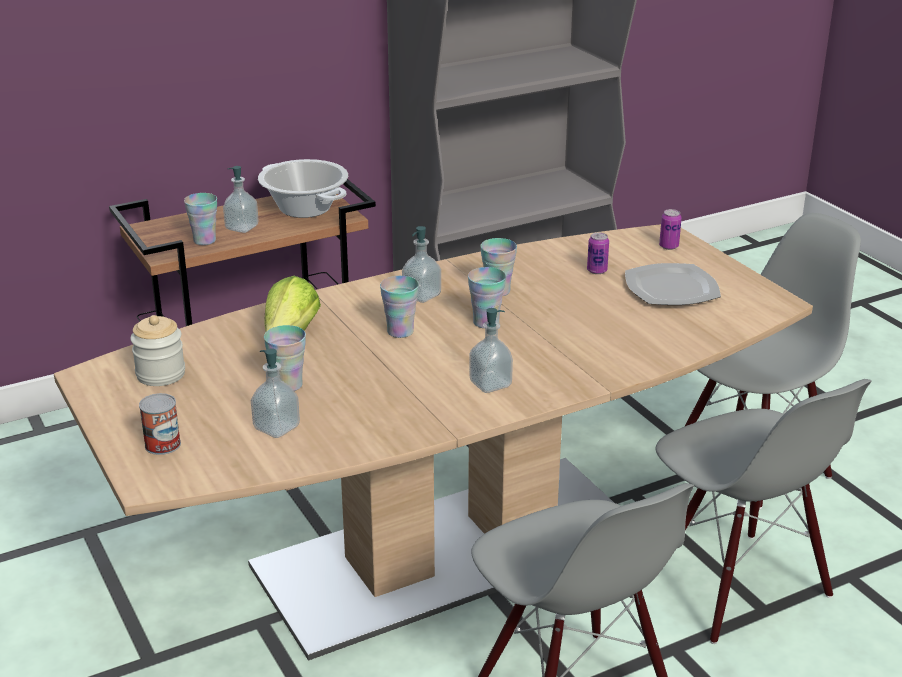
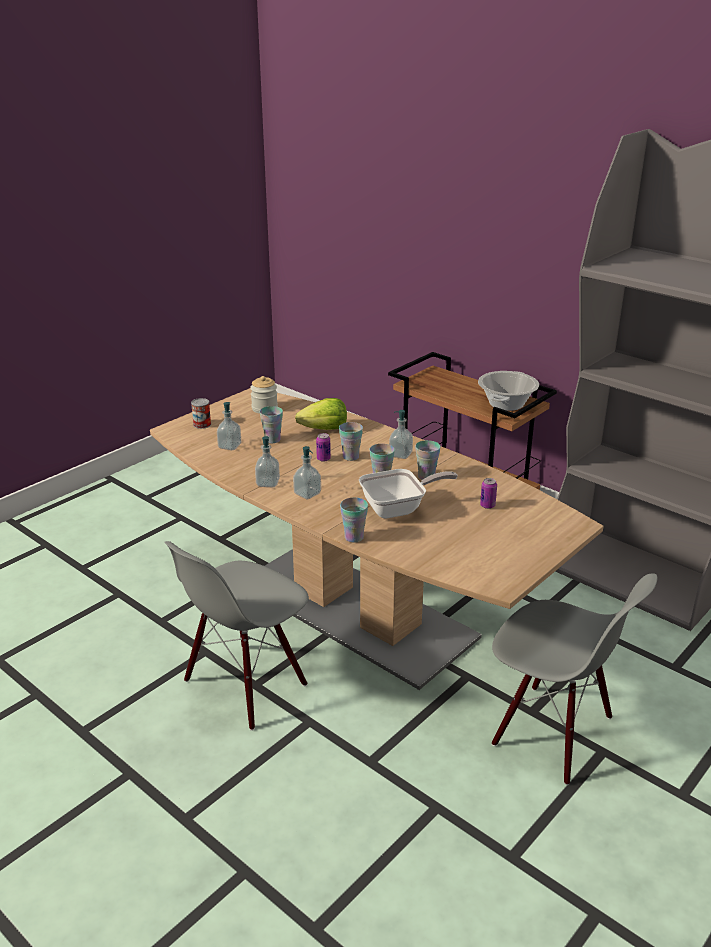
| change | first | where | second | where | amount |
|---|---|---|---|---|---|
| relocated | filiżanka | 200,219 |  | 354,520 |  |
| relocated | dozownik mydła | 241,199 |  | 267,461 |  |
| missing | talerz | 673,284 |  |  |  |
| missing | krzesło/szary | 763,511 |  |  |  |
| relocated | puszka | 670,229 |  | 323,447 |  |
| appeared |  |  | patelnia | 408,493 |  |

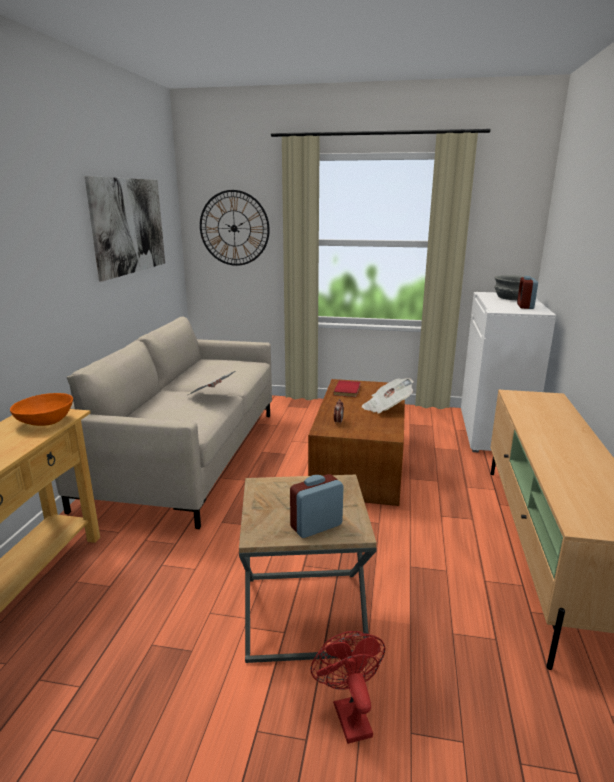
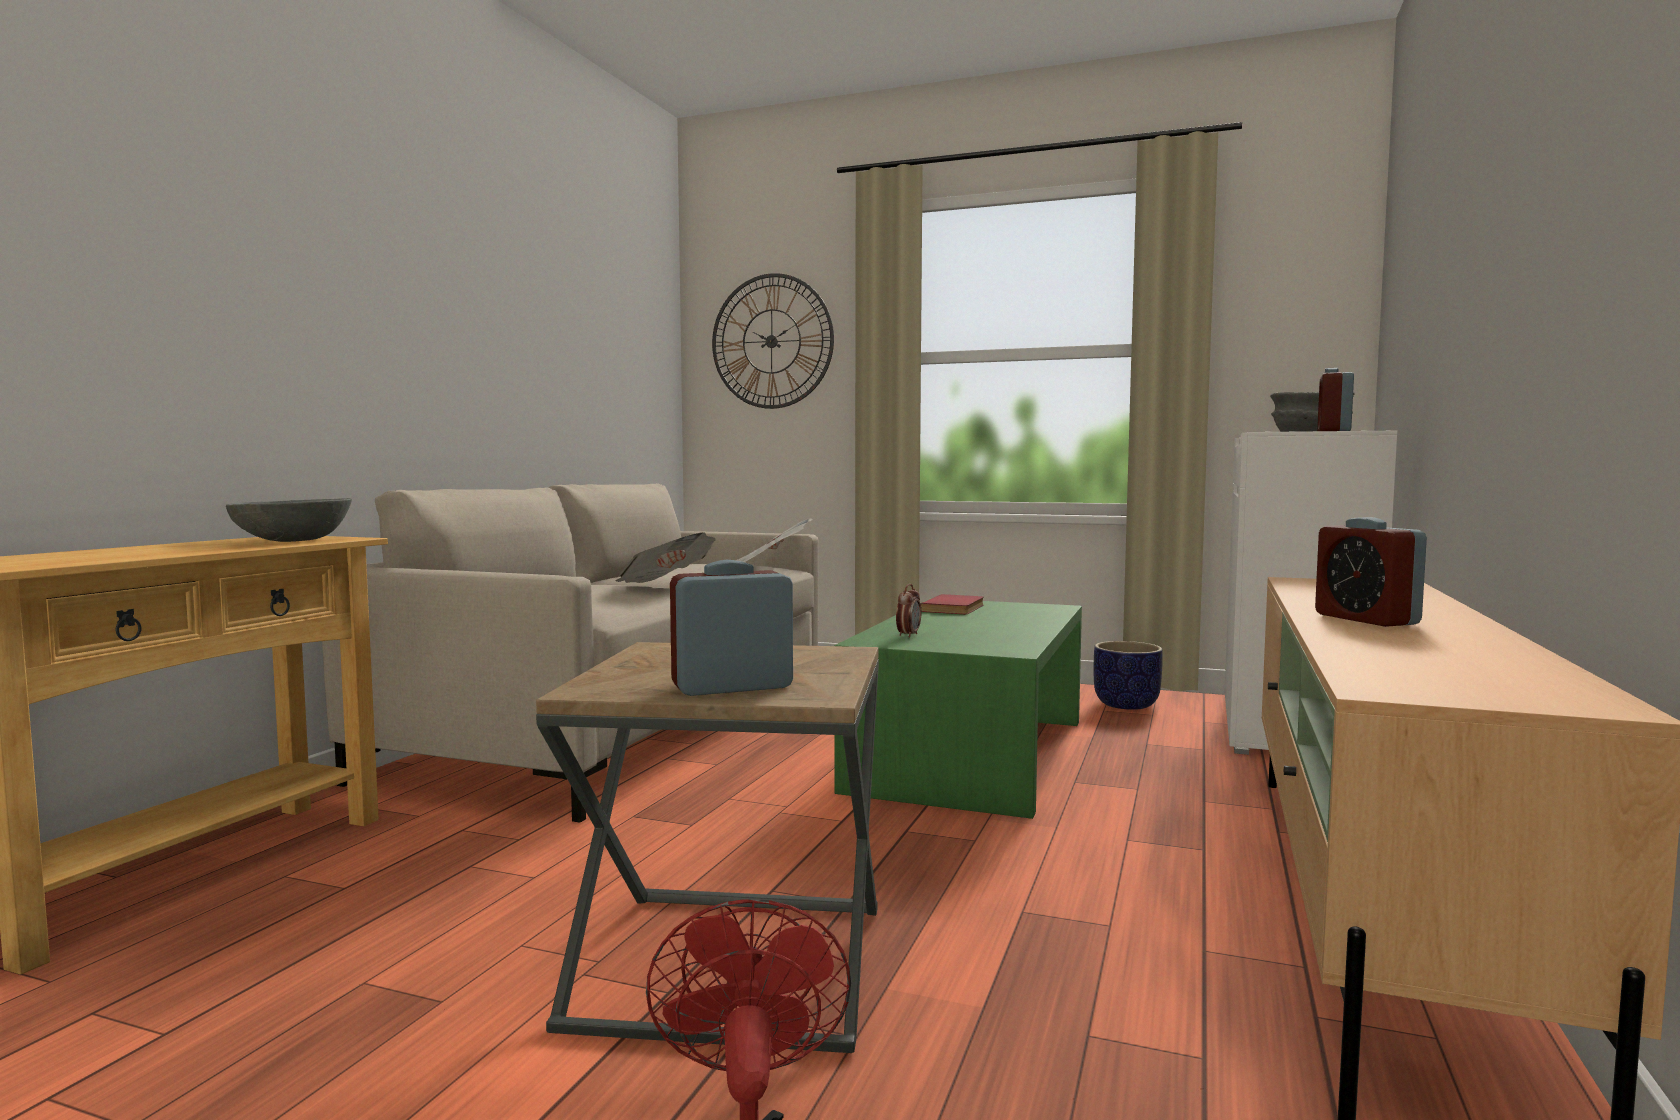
| change | first | where | second | where | amount |
|---|---|---|---|---|---|
| colour | miska/pomarańczowy | 41,409 | miska/szary | 289,520 |  |
| missing | obraz | 125,228 |  |  |  |
| colour | ława/brązowy | 356,442 | ława/zielony | 958,708 |  |
| relocated | gazeta | 388,396 |  | 774,540 |  |
| appeared |  |  | donica | 1128,675 |  |
| appeared |  |  | budzik | 1371,572 |  |

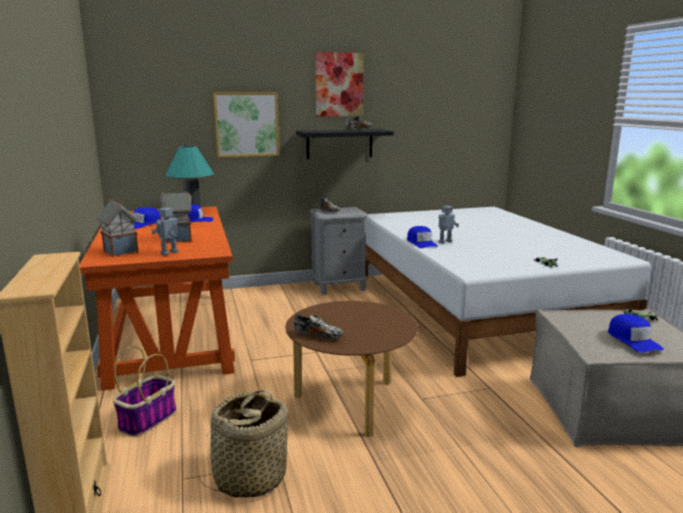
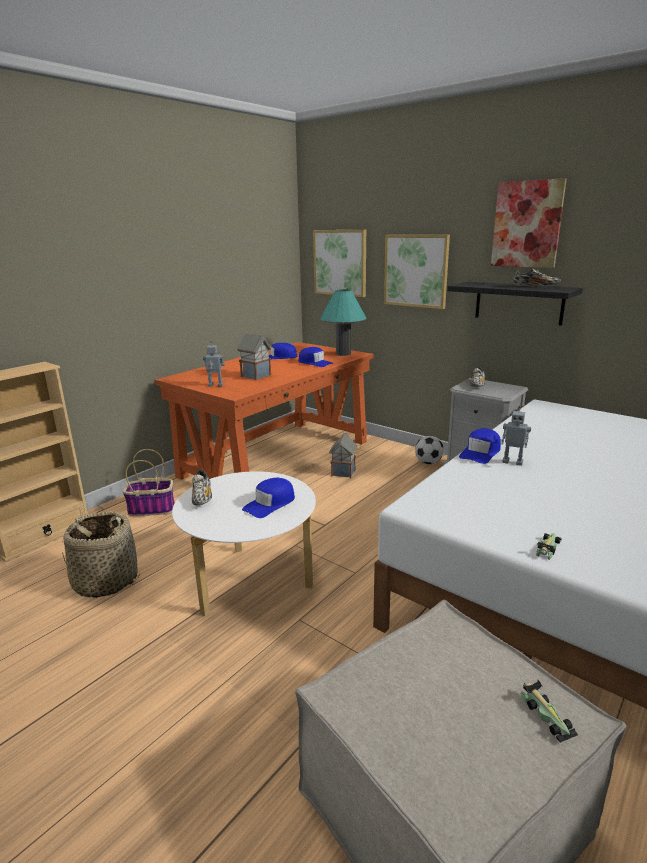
| change | first | where | second | where | amount |
|---|---|---|---|---|---|
| relocated | domek | 118,228 |  | 343,455 |  |
| colour | ława/brązowy | 351,369 | ława/biały | 244,543 |  |
| relocated | czapka z daszkiem/niebieski | 636,333 |  | 268,498 |  |
| appeared |  |  | obraz | 339,263 |  |
| appeared |  |  | piłka futbolowa | 429,450 |  |

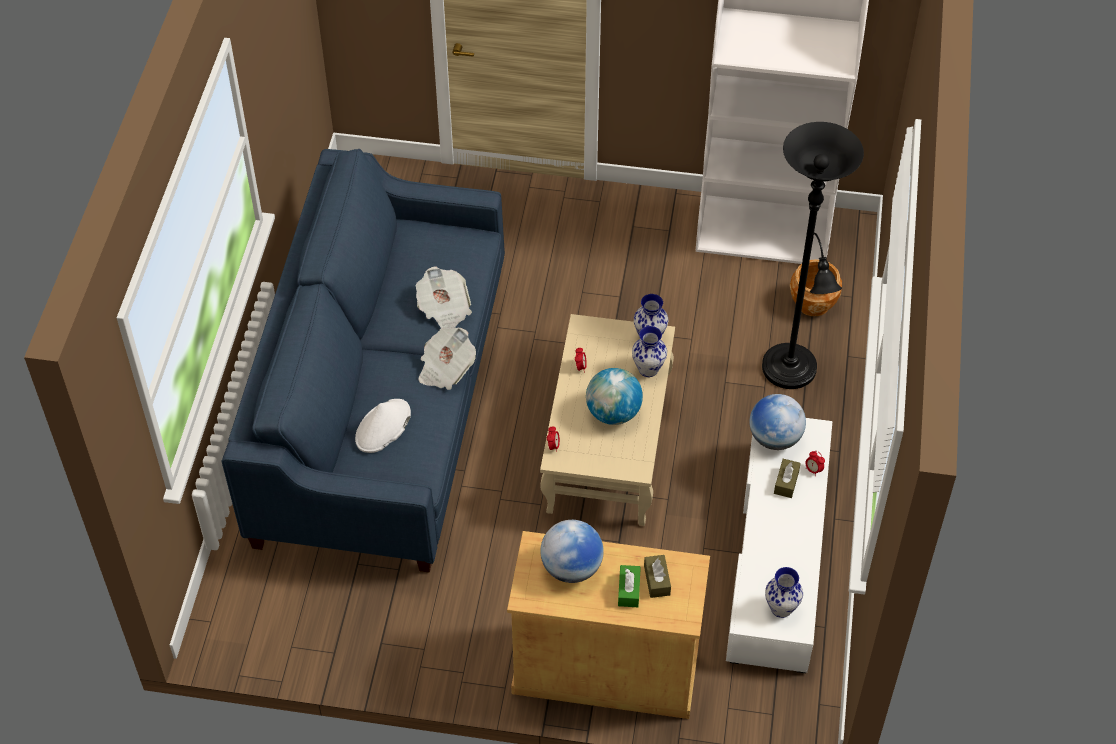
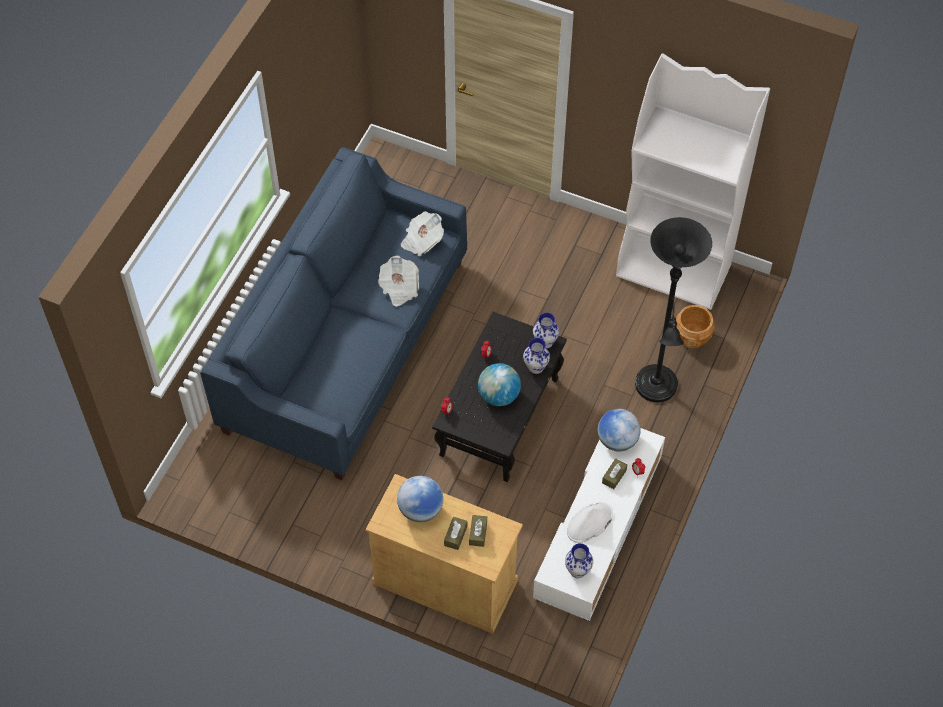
| change | first | where | second | where | amount |
|---|---|---|---|---|---|
| relocated | kapelusz/biały | 383,426 |  | 590,522 |  |
| relocated | gazeta | 447,359 |  | 422,233 |  |
| colour | ława/beżowy | 607,420 | ława/czarny | 499,397 |  |
| colour | pudełko chusteczek/zielony | 629,586 | pudełko chusteczek/brązowy | 455,533 |  |

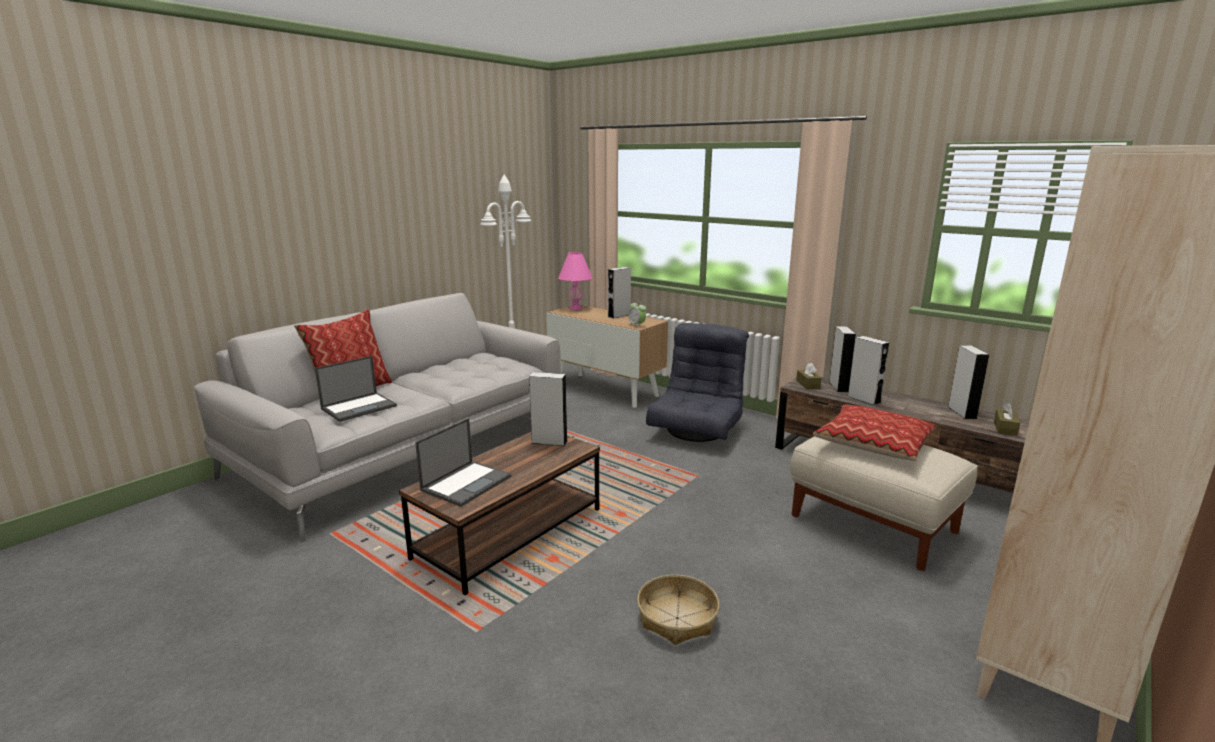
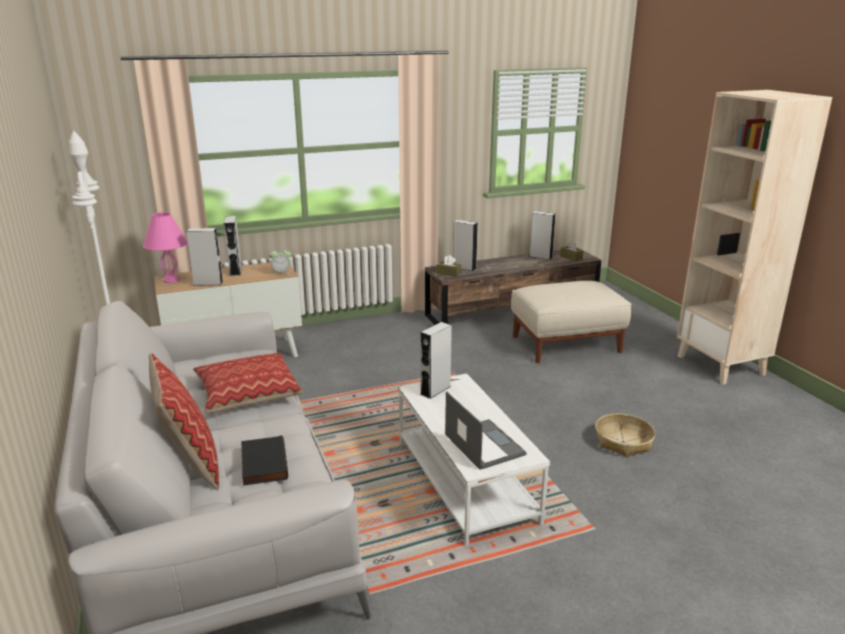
| change | first | where | second | where | amount |
|---|---|---|---|---|---|
| exchanged | laptop | 356,389 | książka/czarny | 264,460 |  |
| colour | ława/brązowy | 499,513 | ława/biały | 474,460 |  |
| missing | fotel/szary | 697,382 |  |  |  |
| relocated | poduszka | 875,432 |  | 248,383 |  |
| relocated | głośnik/szary | 868,371 |  | 204,257 |  |

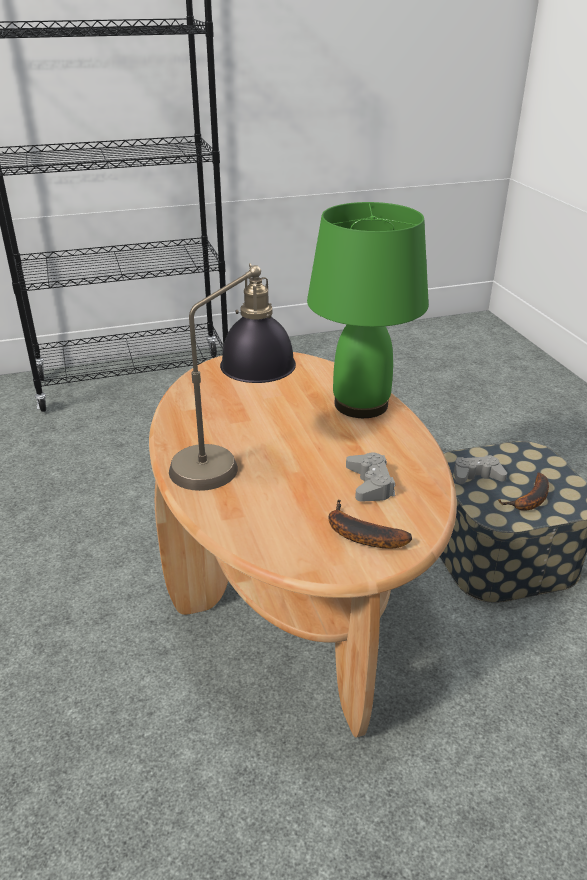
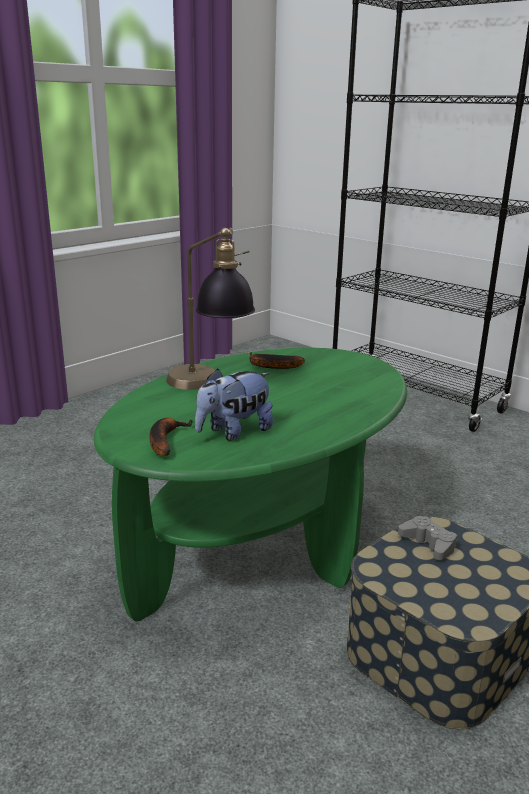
| change | first | where | second | where | amount |
|---|---|---|---|---|---|
| colour | ława/brązowy | 303,545 | ława/zielony | 250,485 |  |
| missing | lampa stołowa/zielony | 368,310 |  |  |  |
| exchanged | pad do gier/szary | 370,477 | pluszak | 234,404 |  |
| relocated | banan | 523,491 |  | 277,360 |  |

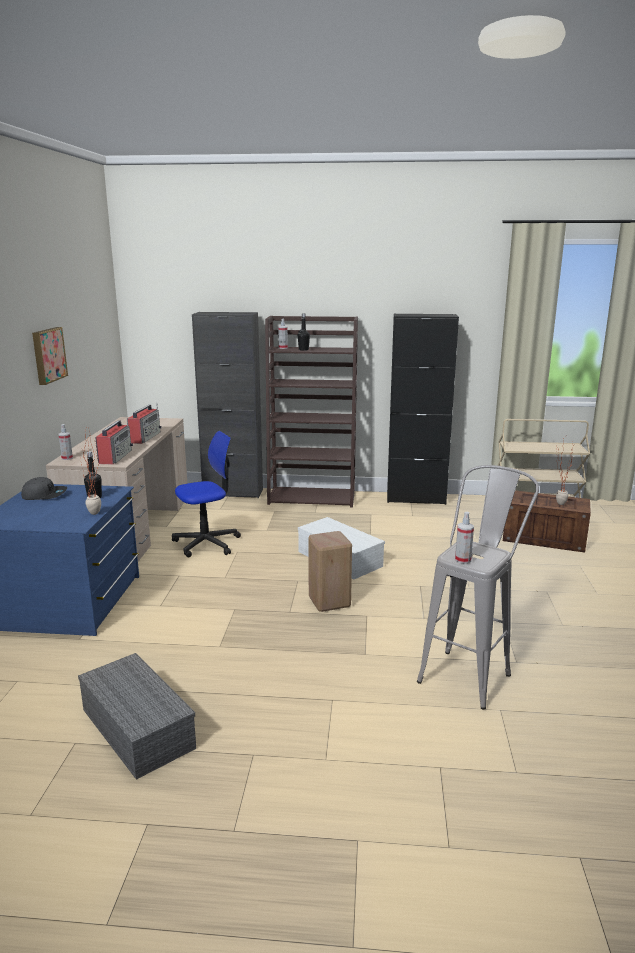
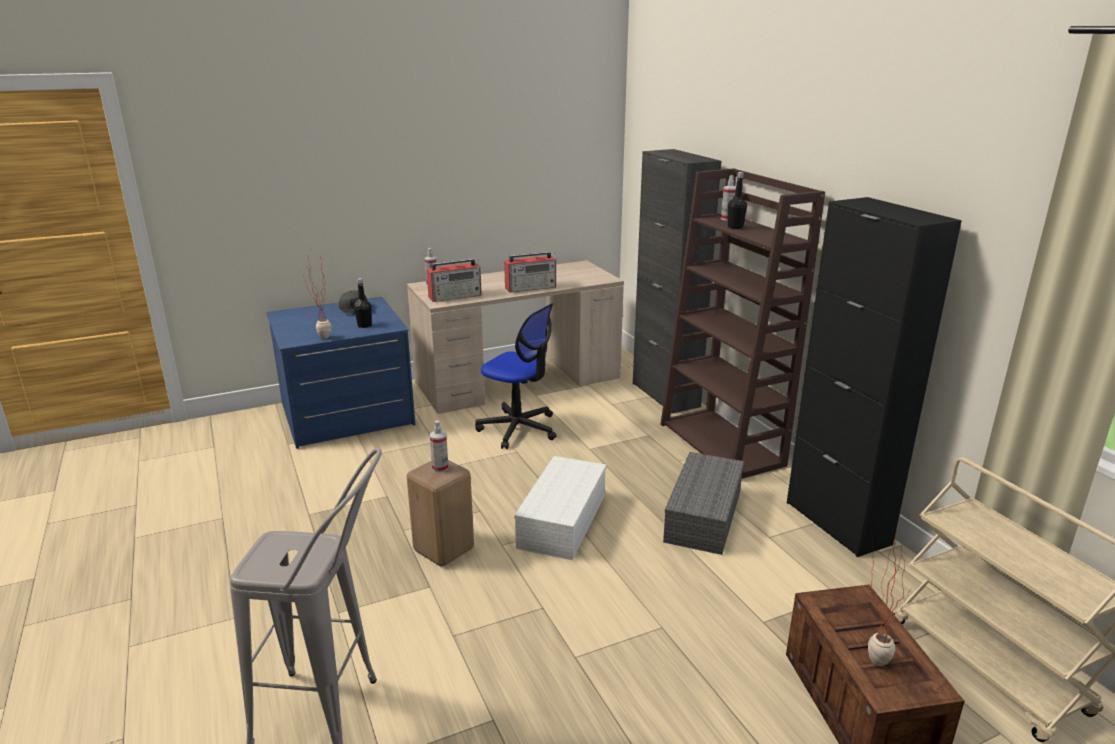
| change | first | where | second | where | amount |
|---|---|---|---|---|---|
| missing | obraz | 50,356 |  |  |  |
| relocated | pojemnik do przechowywania/szary | 137,716 |  | 703,503 |  |
| relocated | spryskiwacz | 464,538 |  | 439,446 |  |

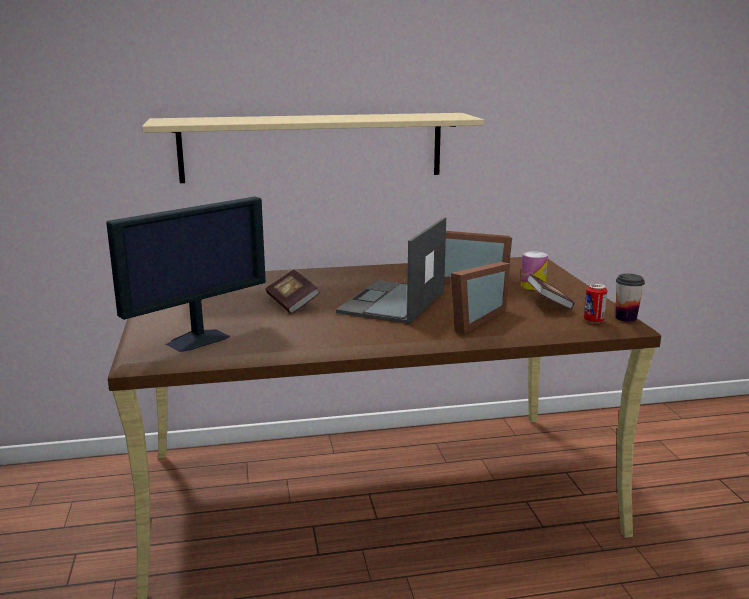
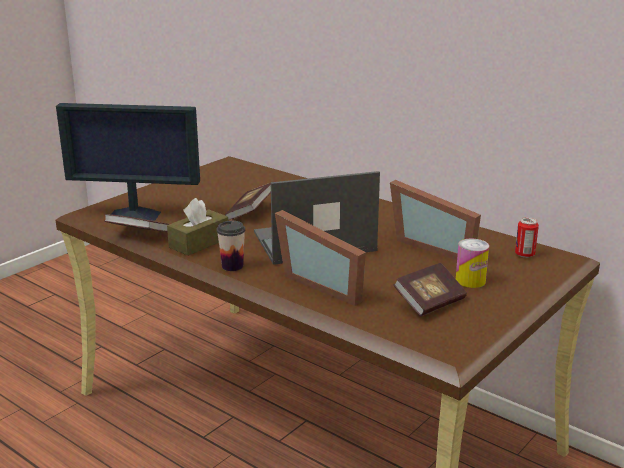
| change | first | where | second | where | amount |
|---|---|---|---|---|---|
| missing | półka/beżowy | 313,148 |  |  |  |
| spun | ramka na zdjęcie | 480,298 |  | 320,258 | 45 degrees clockwise |
| relocated | puszka | 595,303 |  | 527,237 |  |
| relocated | filiżanka | 630,298 |  | 231,246 |  |
| appeared |  |  | książka | 136,223 |  |
| appeared |  |  | pudełko chusteczek/brązowy | 197,227 |  |

